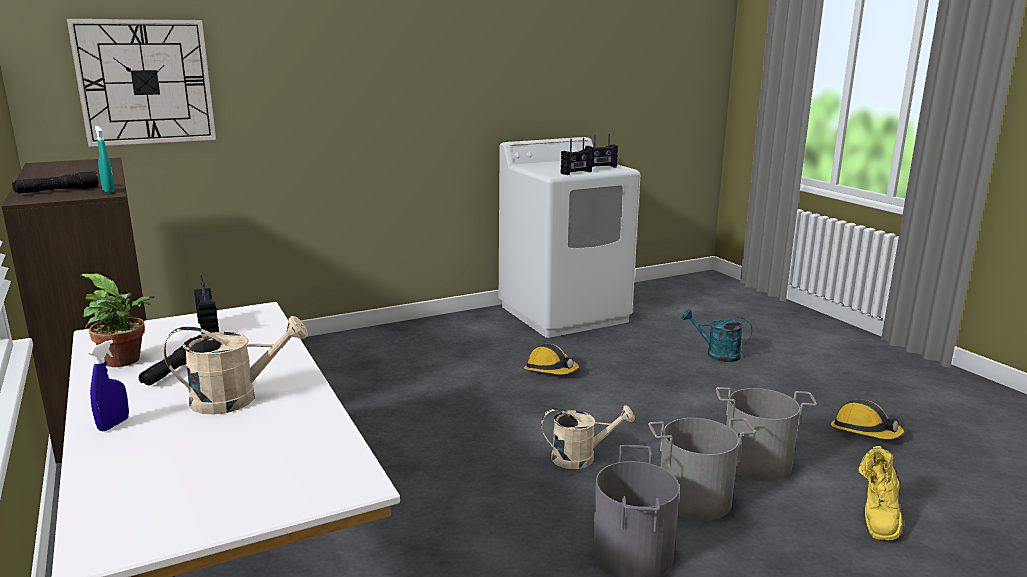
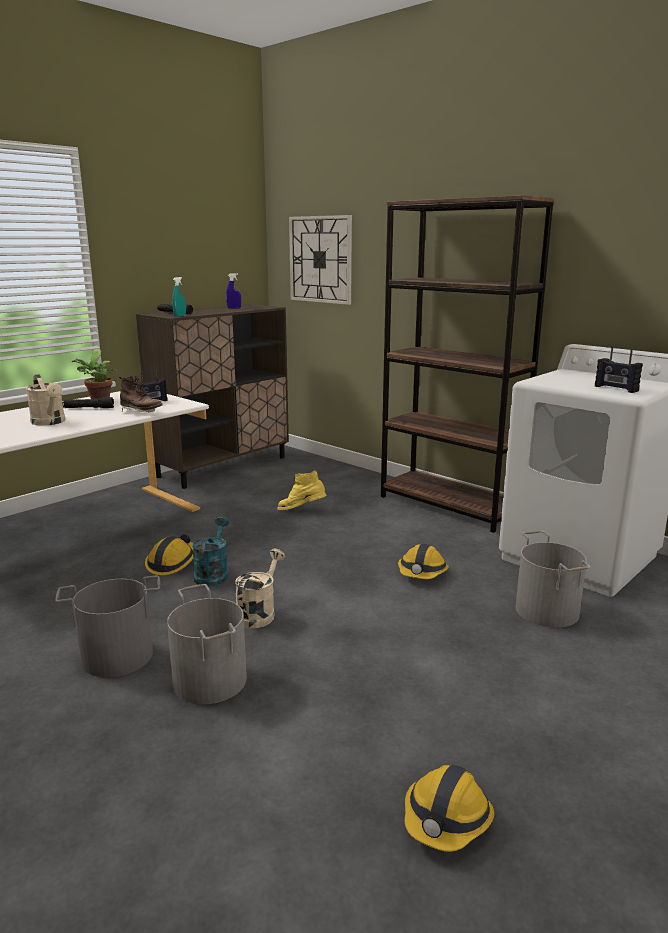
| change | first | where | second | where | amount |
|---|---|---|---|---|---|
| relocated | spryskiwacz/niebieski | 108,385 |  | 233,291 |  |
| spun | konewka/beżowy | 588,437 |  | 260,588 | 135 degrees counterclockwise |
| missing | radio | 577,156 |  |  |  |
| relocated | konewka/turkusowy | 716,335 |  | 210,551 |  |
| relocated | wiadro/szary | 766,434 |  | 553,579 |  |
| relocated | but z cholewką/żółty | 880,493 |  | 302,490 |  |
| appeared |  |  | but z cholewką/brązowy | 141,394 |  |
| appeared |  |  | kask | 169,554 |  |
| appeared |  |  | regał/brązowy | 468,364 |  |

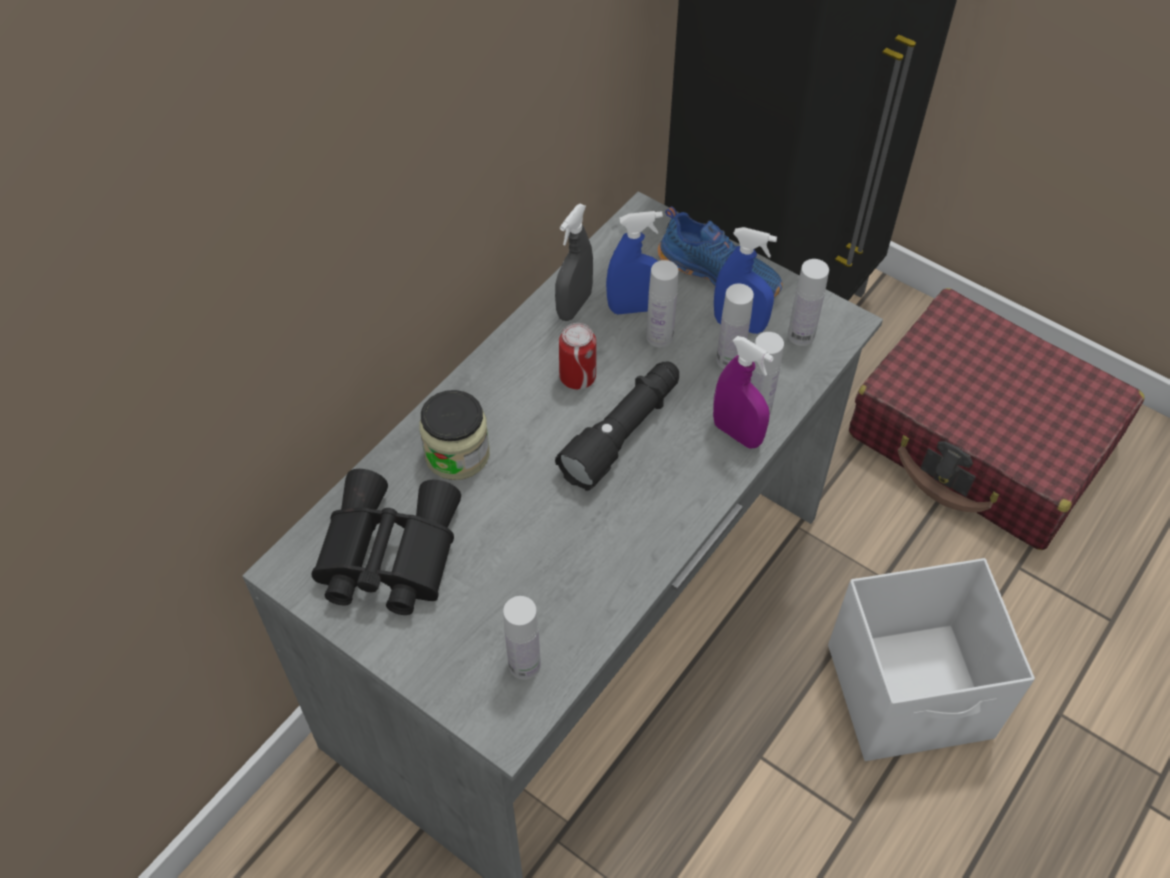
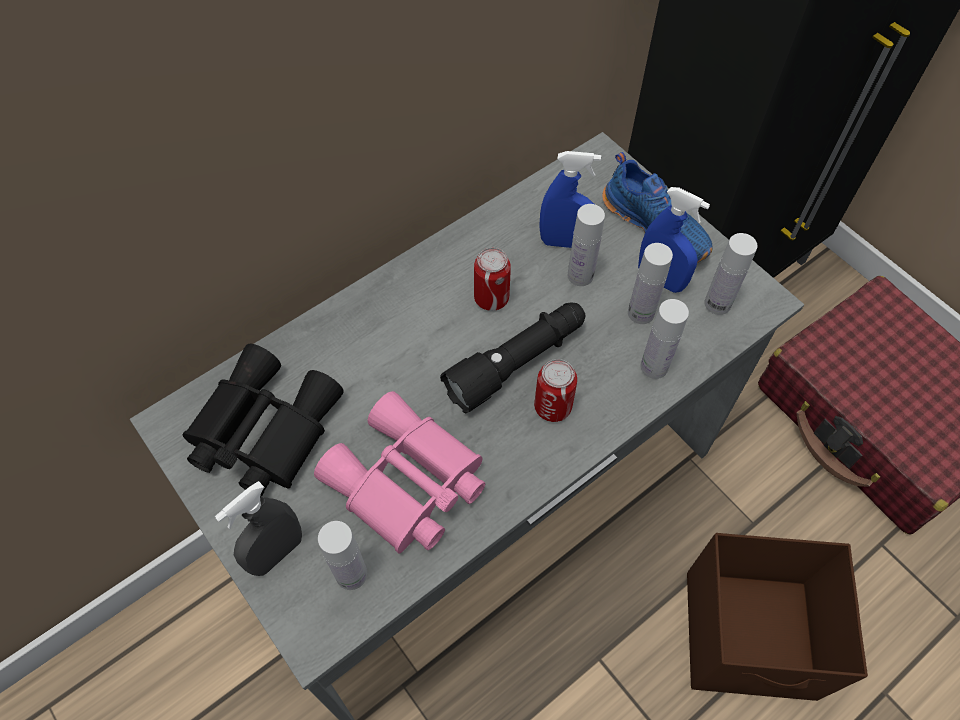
| change | first | where | second | where | amount |
|---|---|---|---|---|---|
| missing | słoik | 455,435 |  |  |  |
| relocated | spryskiwacz/szary | 574,262 |  | 258,528 |  |
| missing | spryskiwacz/fioletowy | 743,392 |  |  |  |
| colour | pojemnik do przechowywania/biały | 931,659 | pojemnik do przechowywania/brązowy | 777,617 |  |
| appeared |  |  | lornetka/różowy | 399,472 |  |
| appeared |  |  | puszka | 555,390 |  |

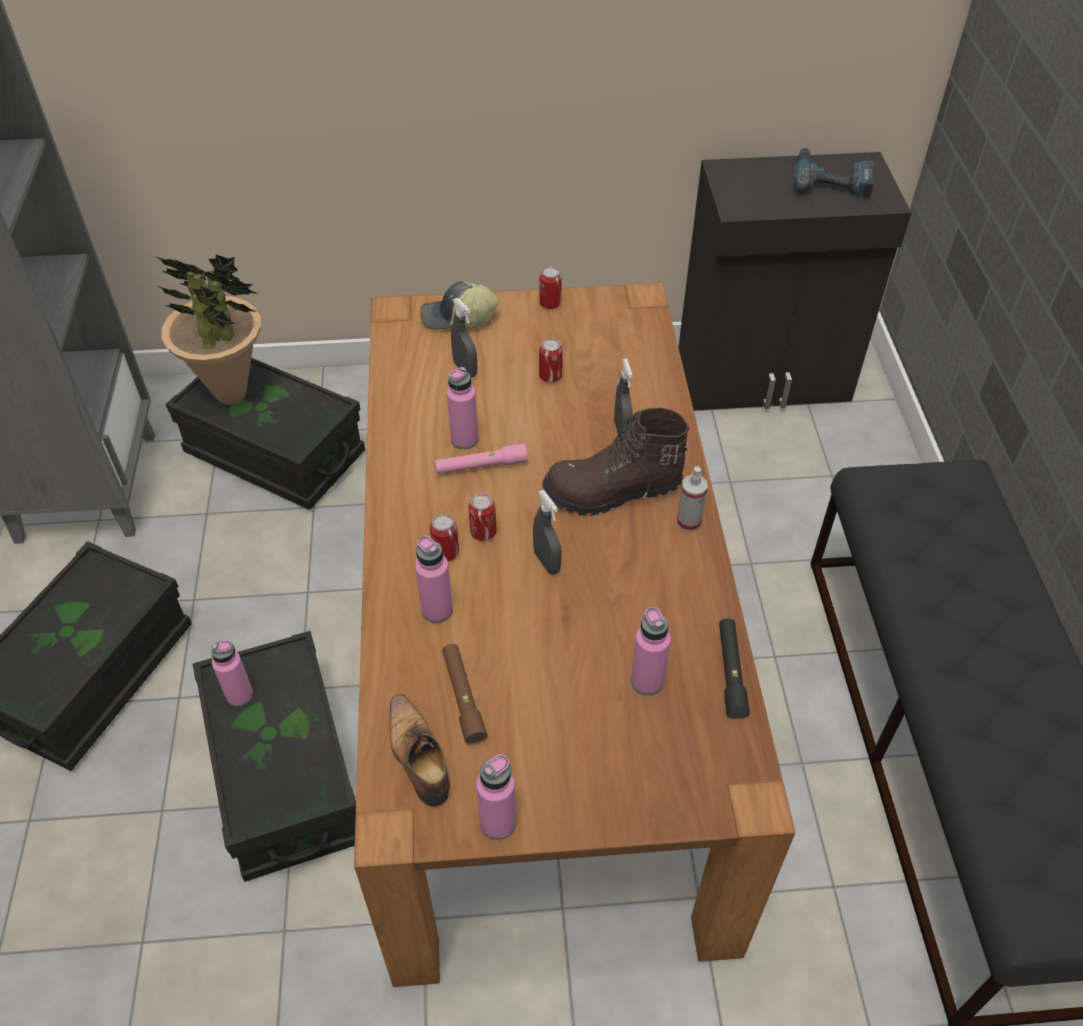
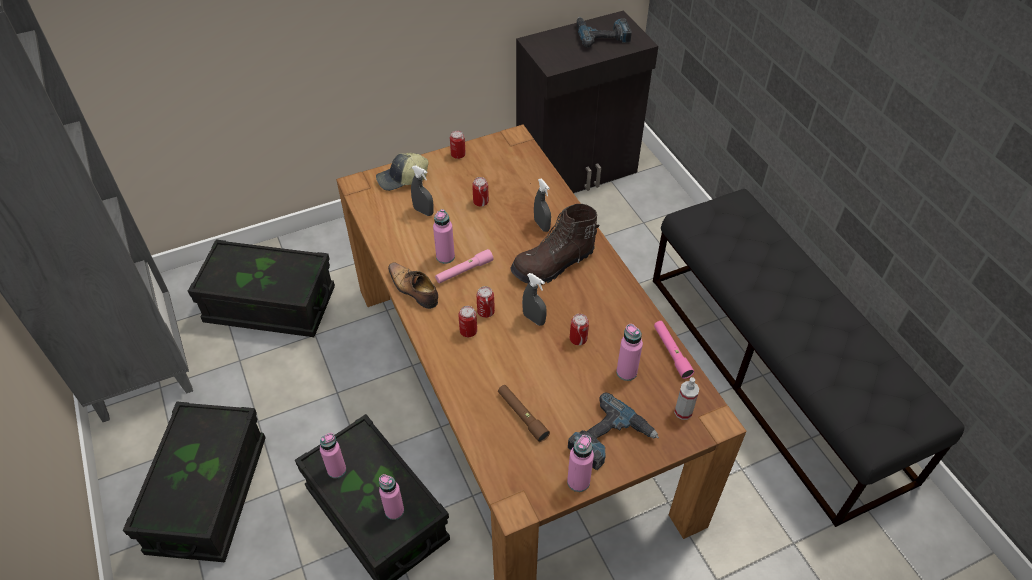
| change | first | where | second | where | amount |
|---|---|---|---|---|---|
| missing | roślina doniczkowa | 207,330 |  |  |  |
| relocated | but | 419,750 |  | 413,285 |  |
| relocated | butelka/różowy | 434,579 |  | 391,497 |  |
| relocated | spryskiwacz | 692,499 |  | 686,398 |  |
| colour | latarka/czarny | 734,668 | latarka/różowy | 674,350 |  |
| appeared |  |  | wiertarka | 613,431 |  |
| appeared |  |  | puszka | 579,329 |  |

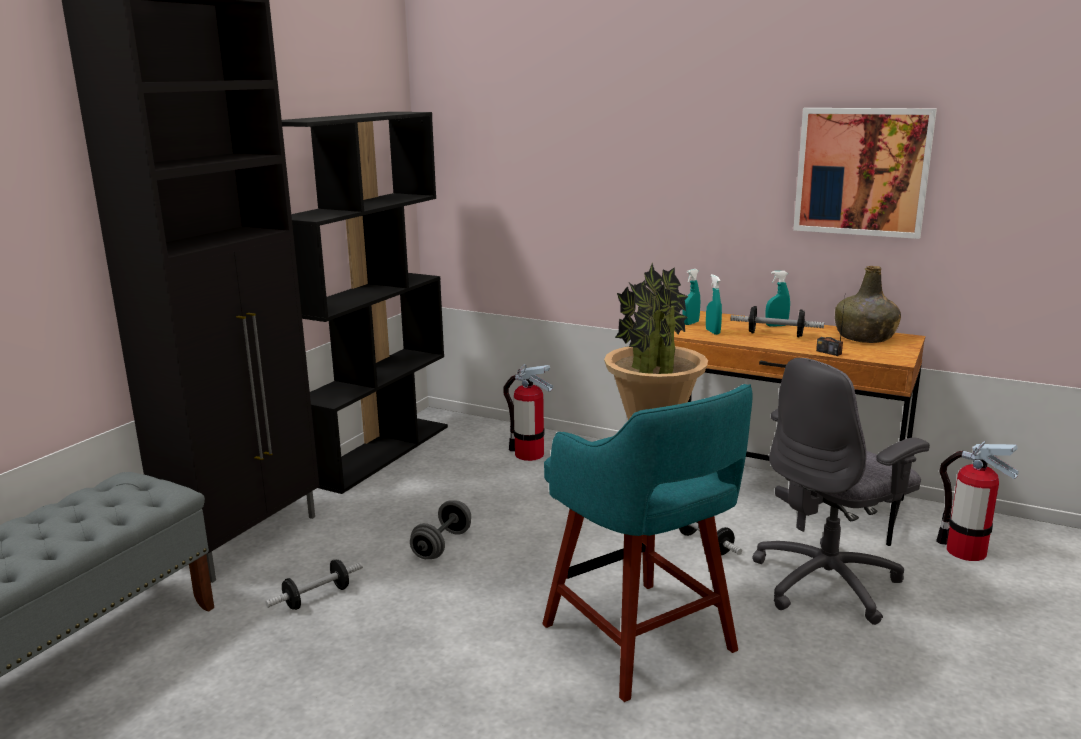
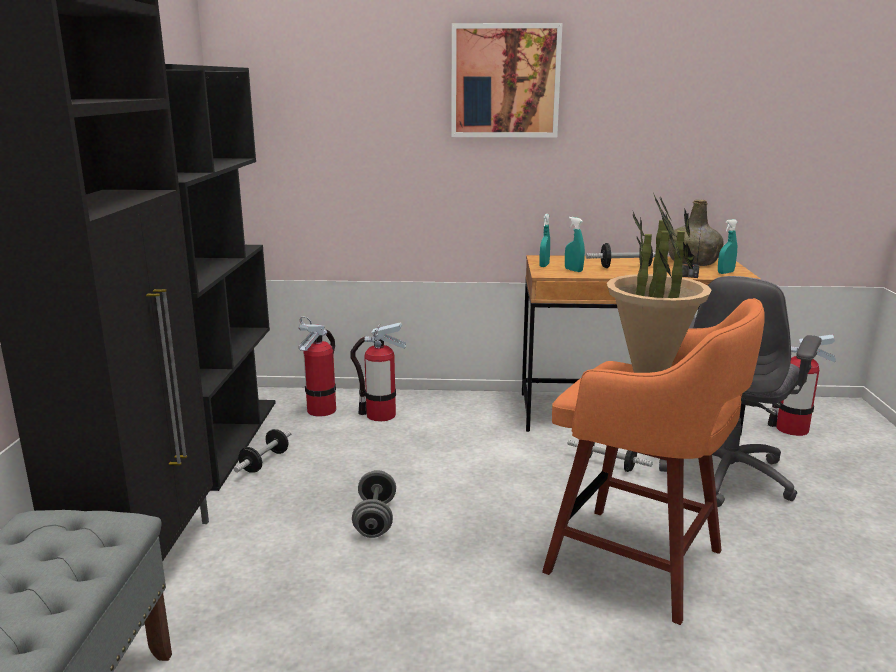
| change | first | where | second | where | amount |
|---|---|---|---|---|---|
| relocated | hantel | 314,584 |  | 263,451 |  |
| colour | stołek/turkusowy | 647,543 | stołek/pomarańczowy | 653,461 |  |
| relocated | spryskiwacz/turkusowy | 777,299 |  | 728,246 |  |
| relocated | obraz | 865,173 |  | 507,80 |  |
| appeared |  |  | gaśnica | 317,366 |  |

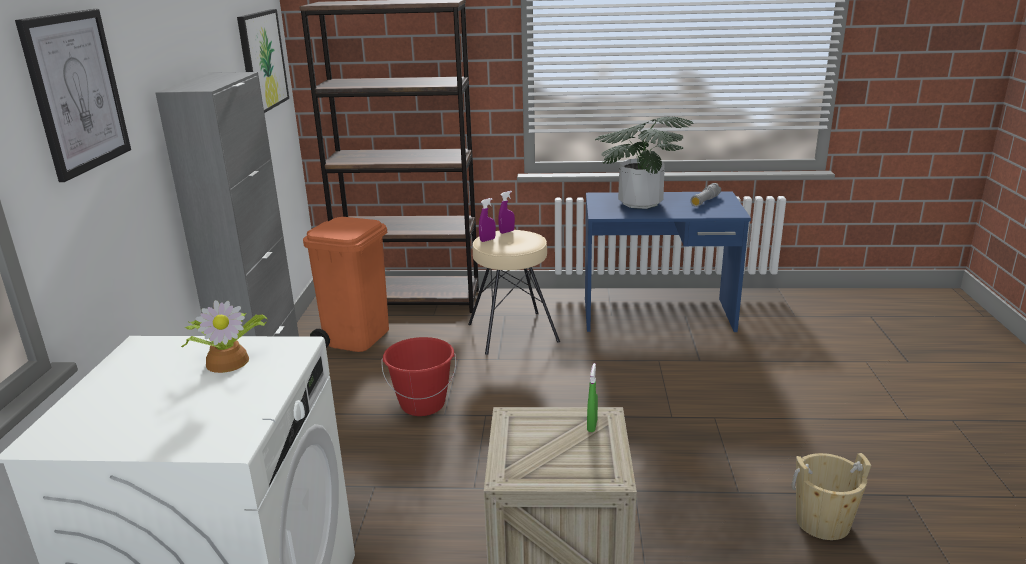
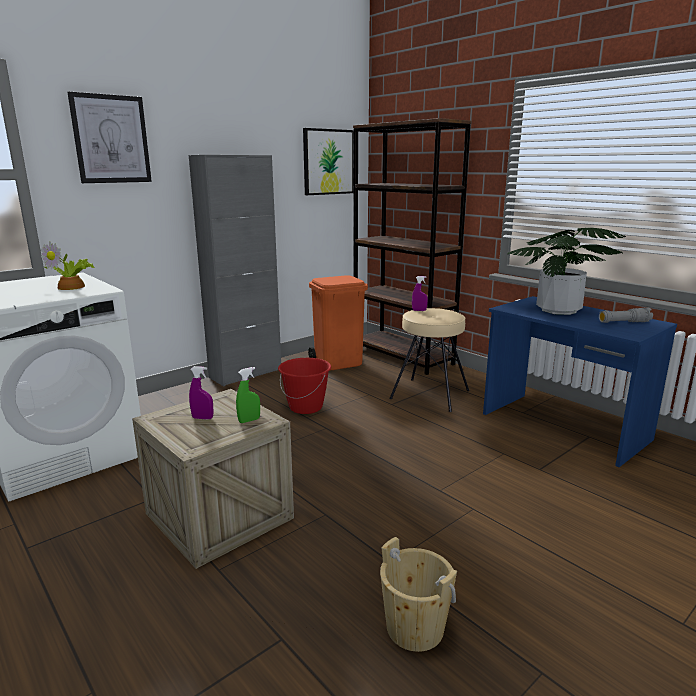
| change | first | where | second | where | amount |
|---|---|---|---|---|---|
| relocated | spryskiwacz/fioletowy | 506,212 |  | 201,393 |  |

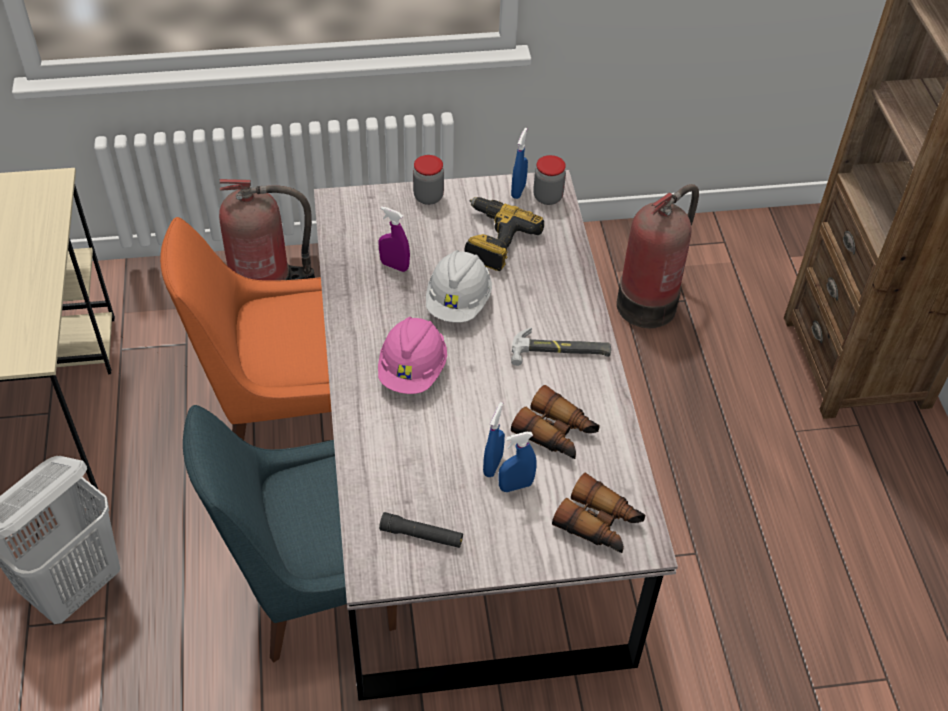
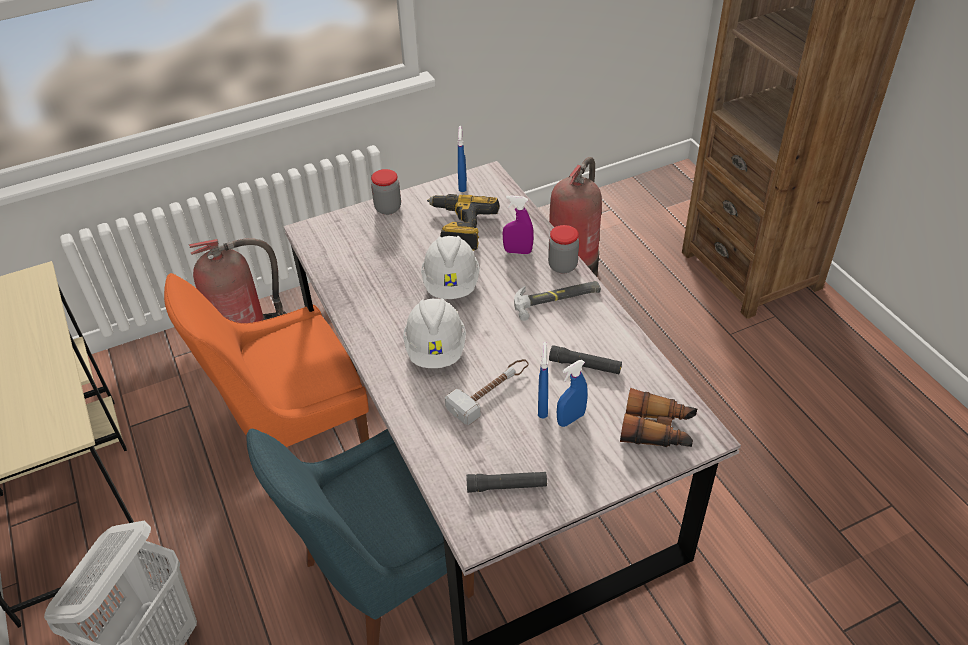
| change | first | where | second | where | amount |
|---|---|---|---|---|---|
| colour | kask/różowy | 412,355 | kask/biały | 434,333 |  |
| relocated | spryskiwacz/fioletowy | 394,239 |  | 518,224 |  |
| exchanged | lornetka | 555,422 | latarka/czarny | 585,359 |  |
| relocated | słoik | 549,180 |  | 563,249 |  |
| appeared |  |  | młotek | 486,392 |  |

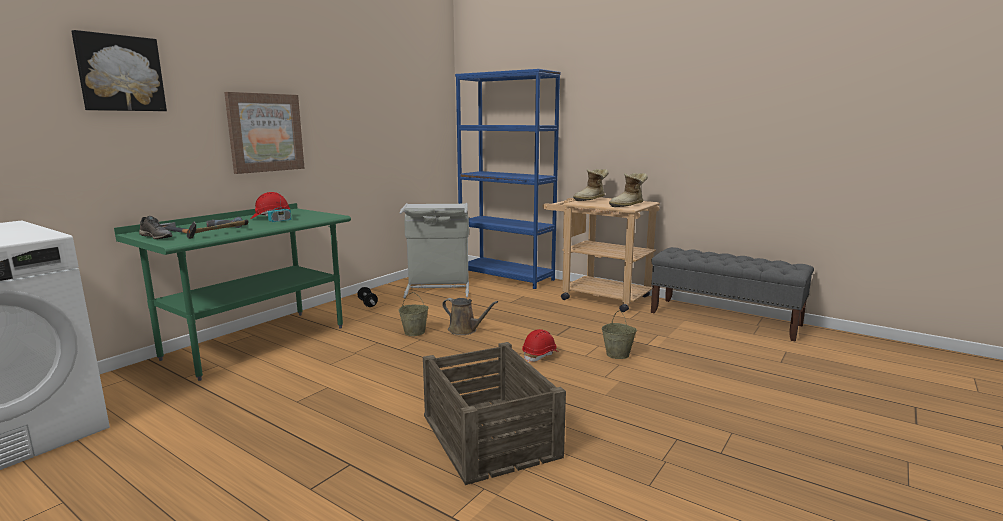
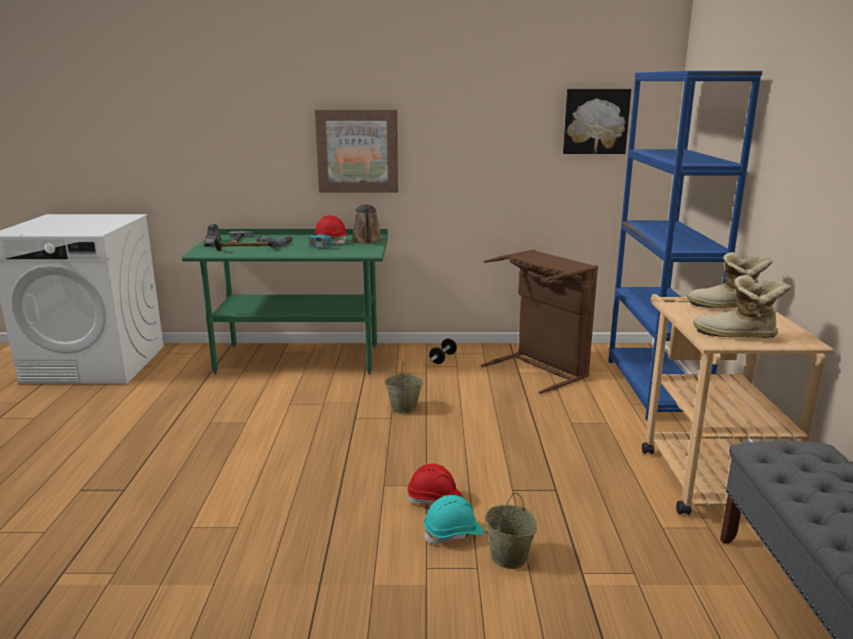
| change | first | where | second | where | amount |
|---|---|---|---|---|---|
| relocated | obraz | 119,70 |  | 597,121 |  |
| colour | kosz na pranie/szary | 434,250 | kosz na pranie/brązowy | 539,322 |  |
| missing | skrzynka | 494,413 |  |  |  |
| relocated | konewka/brązowy | 470,316 |  | 367,224 |  |
| appeared |  |  | kask/turkusowy | 454,519 |  |

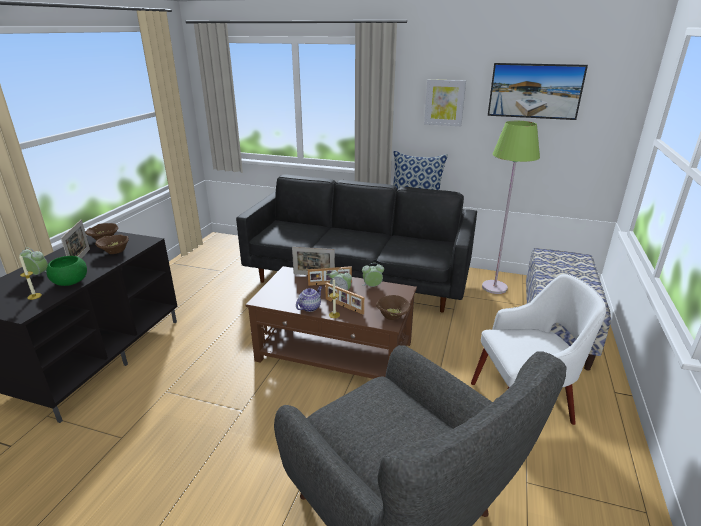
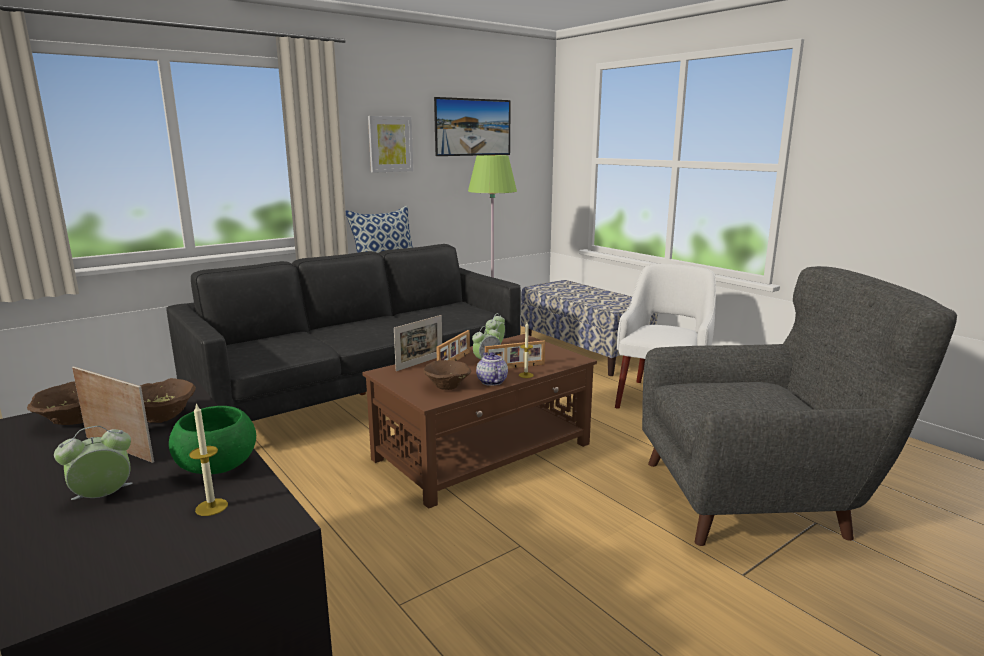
| change | first | where | second | where | amount |
|---|---|---|---|---|---|
| relocated | miska/brązowy | 393,307 |  | 447,375 |  |

